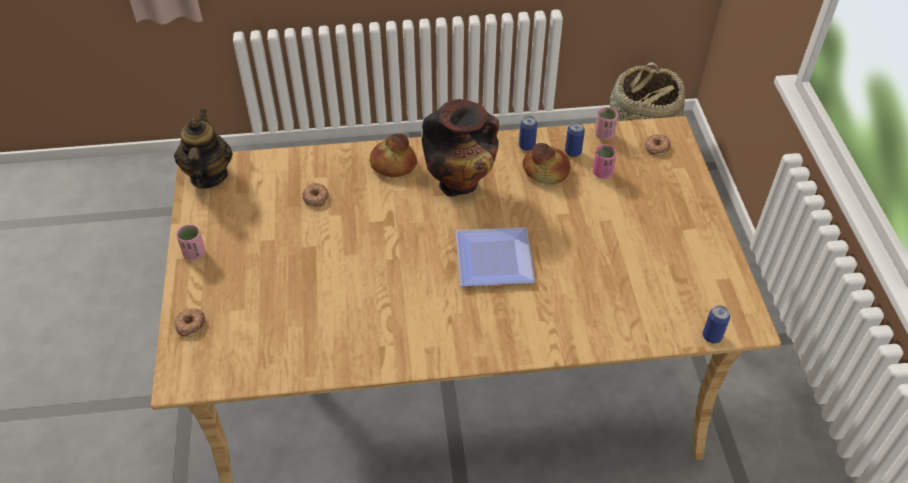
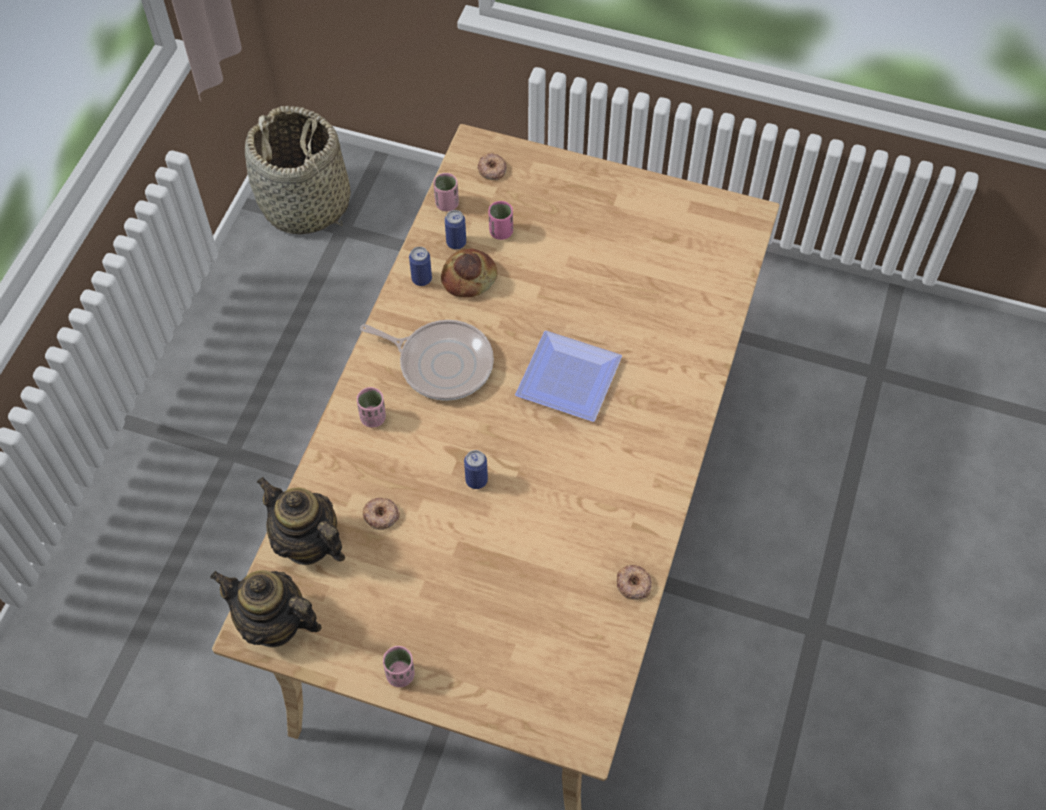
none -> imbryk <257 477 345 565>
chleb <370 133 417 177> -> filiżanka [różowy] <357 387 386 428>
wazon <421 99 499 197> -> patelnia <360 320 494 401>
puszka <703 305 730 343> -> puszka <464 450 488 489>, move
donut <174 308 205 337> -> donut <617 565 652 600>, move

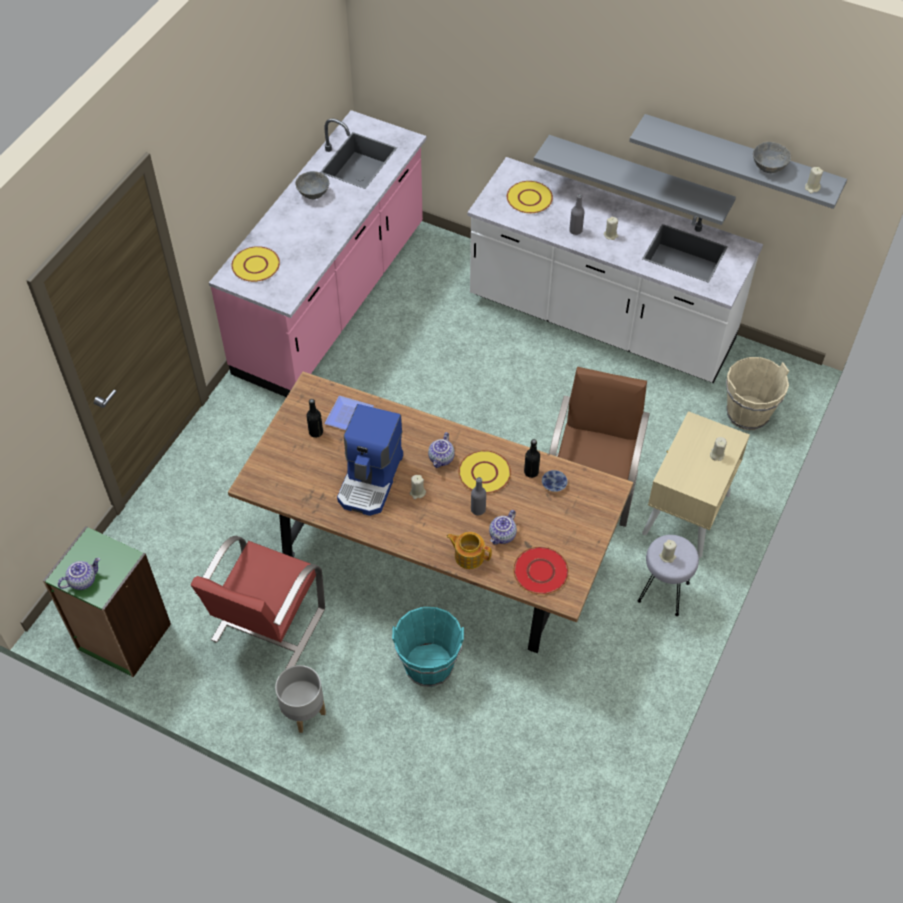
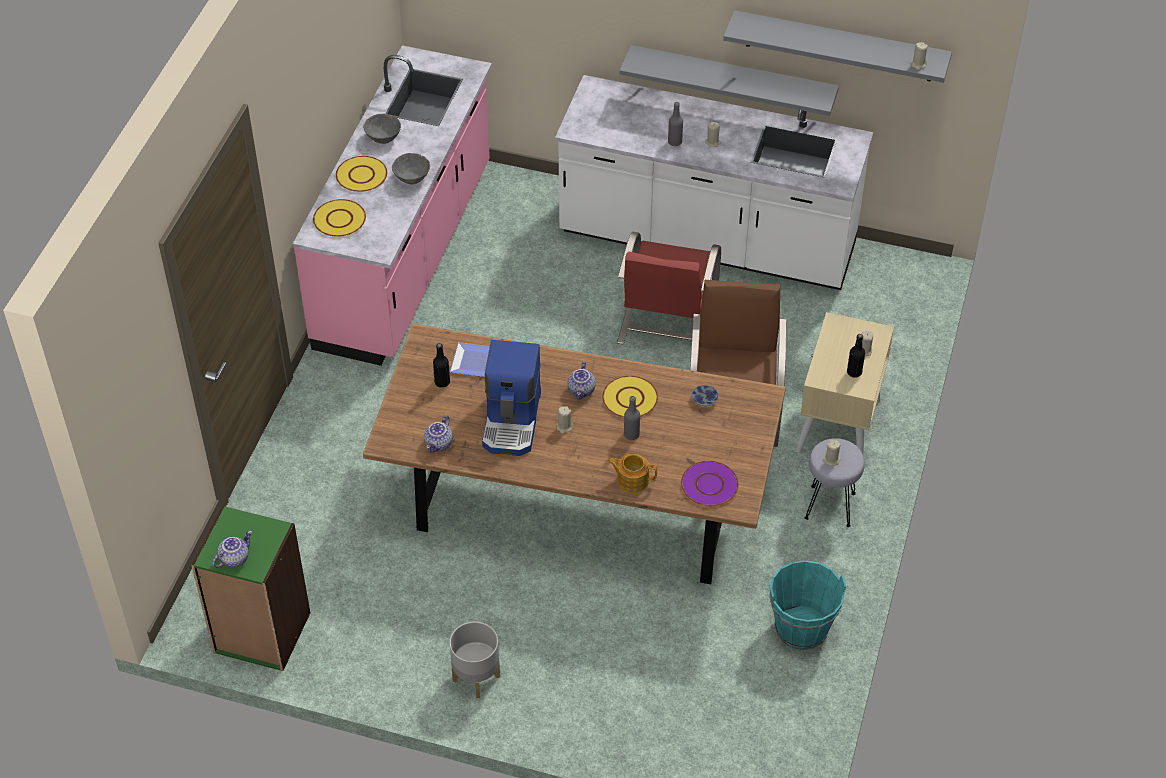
talerz [żółty] <507 181 553 213> -> talerz [żółty] <336 156 387 192>, move
miska [szary] <753 142 791 173> -> miska [szary] <392 153 430 184>, move
imbryk <489 510 517 545> -> imbryk <424 415 453 453>, move
krzesło [czerwony] <191 536 325 669> -> krzesło [czerwony] <617 231 721 344>, move
talerz [czerwony] <513 547 569 595> -> talerz [fioletowy] <681 461 739 506>
wiadro [turkusowy] <392 607 464 687> -> wiadro [turkusowy] <769 560 847 650>, move
butelka [czarny] <524 439 540 478> -> butelka [czarny] <847 334 865 378>, move
wiadro [beżowy] <726 357 789 430> -> none

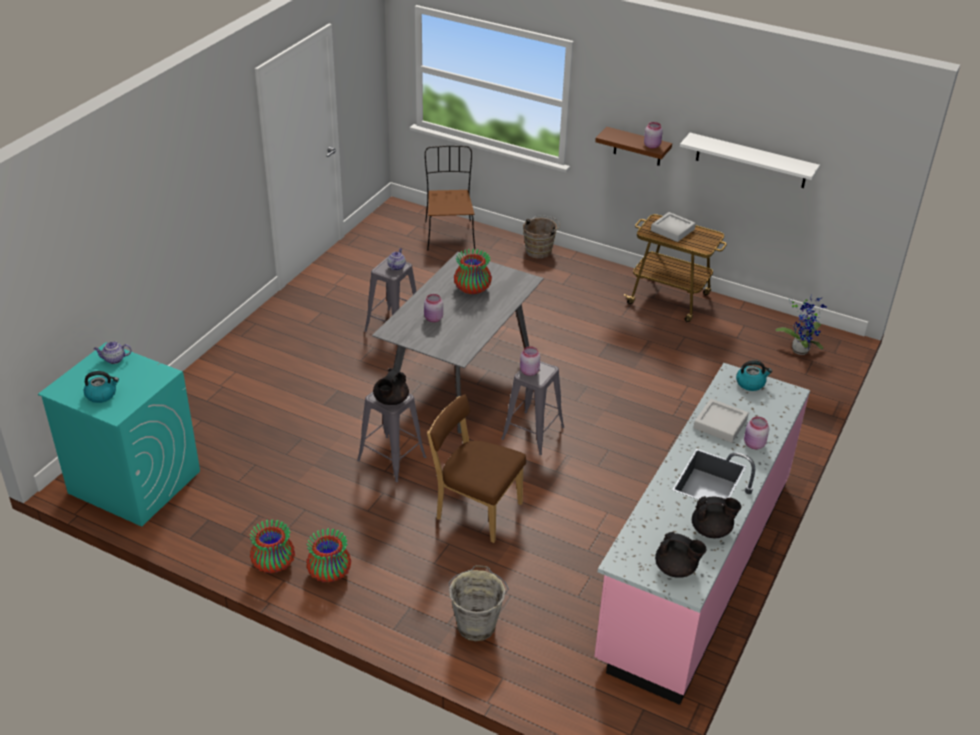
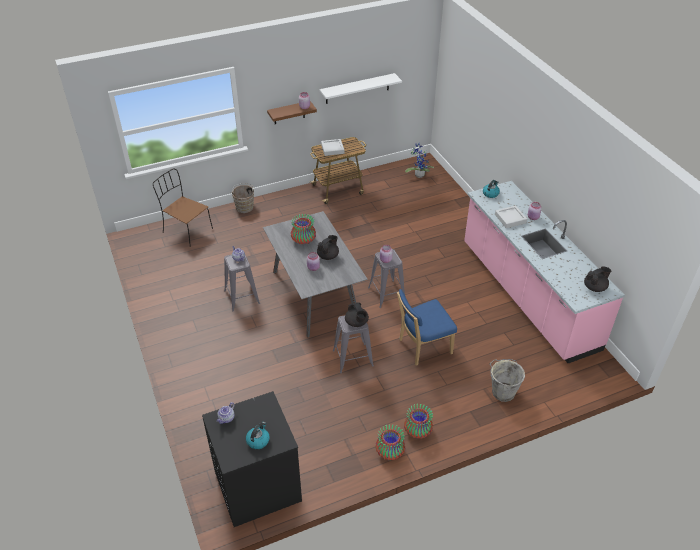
pralka [turkusowy] <38 342 200 527> -> pralka [czarny] <202 391 302 527>
imbryk [czarny] <692 496 741 538> -> imbryk [czarny] <317 235 339 260>, move
krzesło [brązowy] <427 394 526 543> -> krzesło [niebieski] <397 289 457 366>

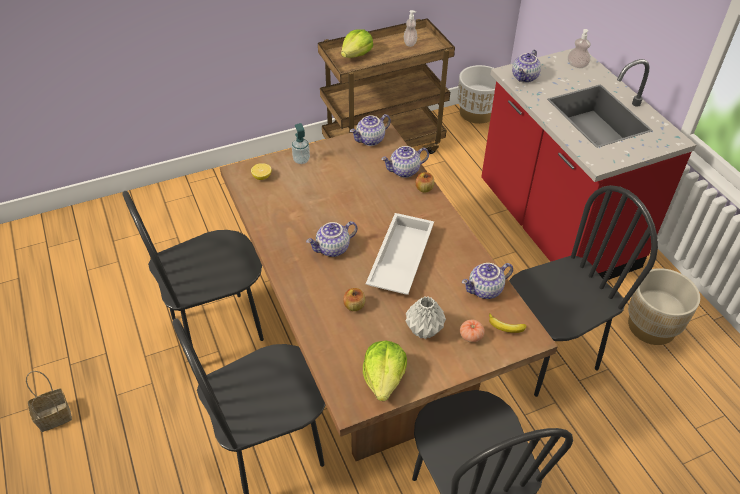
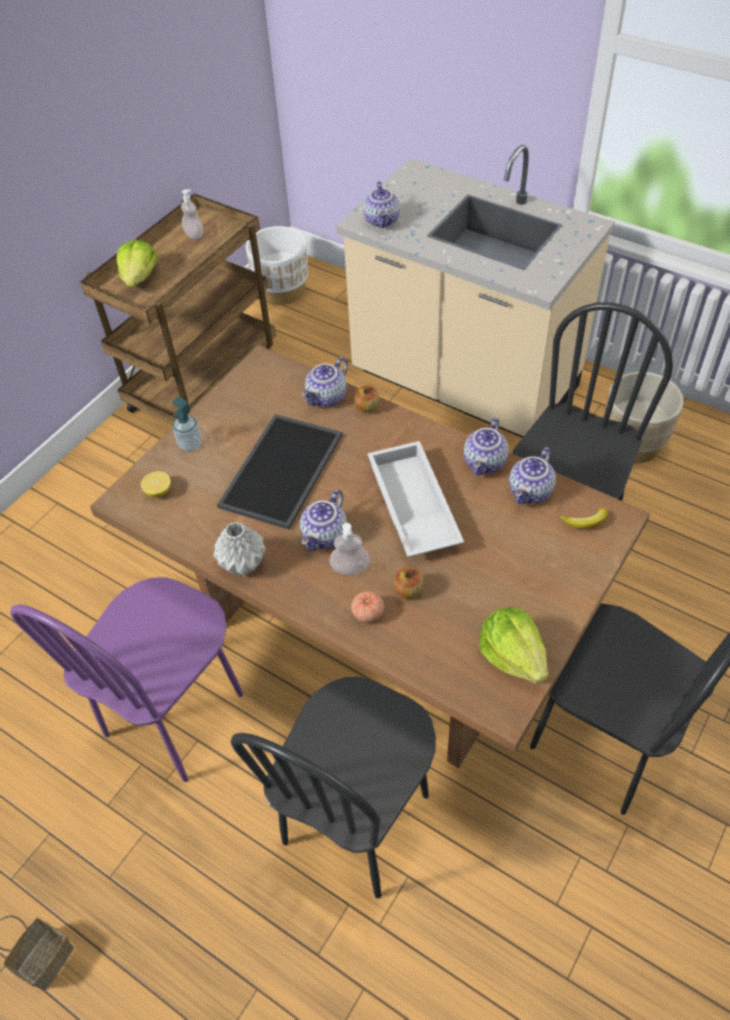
krzesło [czarny] <122 191 264 346> -> krzesło [fioletowy] <10 577 243 782>
wazon [szary] <406 296 446 339> -> wazon [szary] <213 522 266 576>, move
none -> taca <217 414 343 529>
dozownik mydła <568 29 591 68> -> dozownik mydła <330 523 370 575>, move
zabudowa kuchenna [czerwony] <481 48 696 280> -> zabudowa kuchenna [beżowy] <336 145 615 438>
pomidor <460 320 485 343> -> pomidor <351 591 384 623>, move
imbryk <350 114 391 146> -> imbryk <464 418 509 475>, move

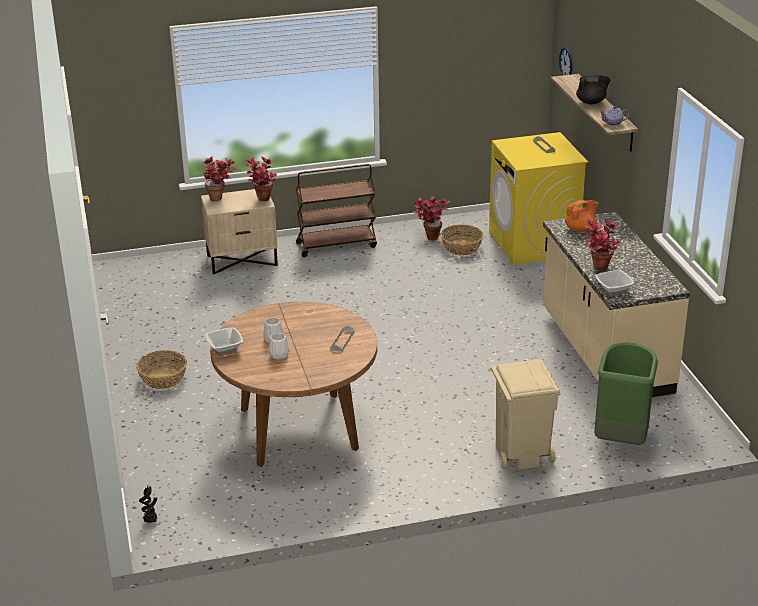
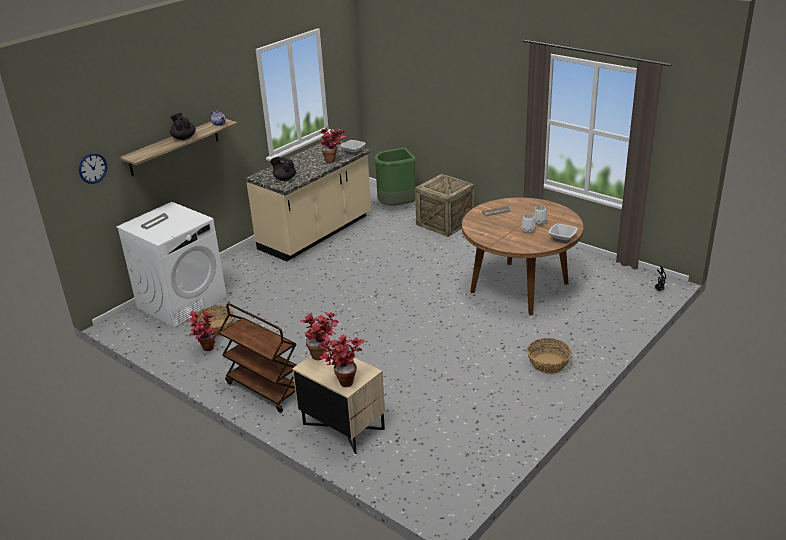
pralka [żółty] <489 132 588 265> -> pralka [biały] <116 202 227 328>
imbryk [pomarańczowy] <565 200 599 232> -> imbryk [czarny] <270 157 296 181>
kosz na śmieci [beżowy] <490 359 560 469> -> skrzynka <415 174 474 237>

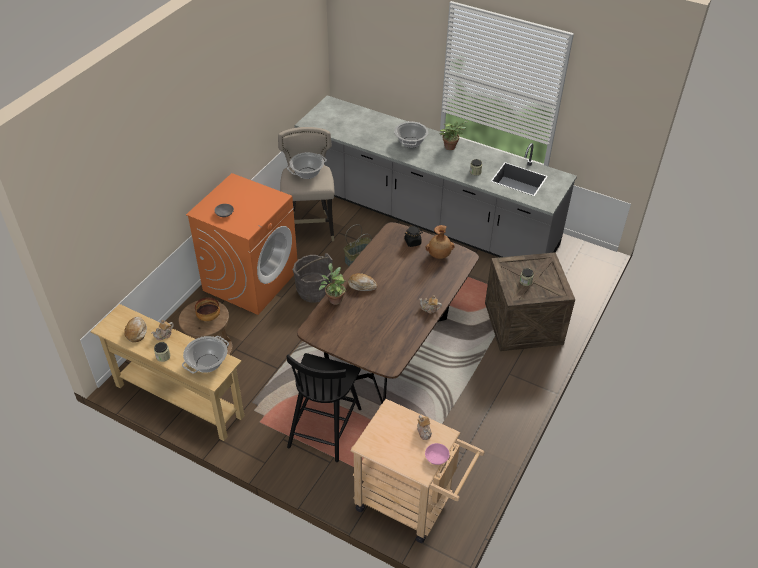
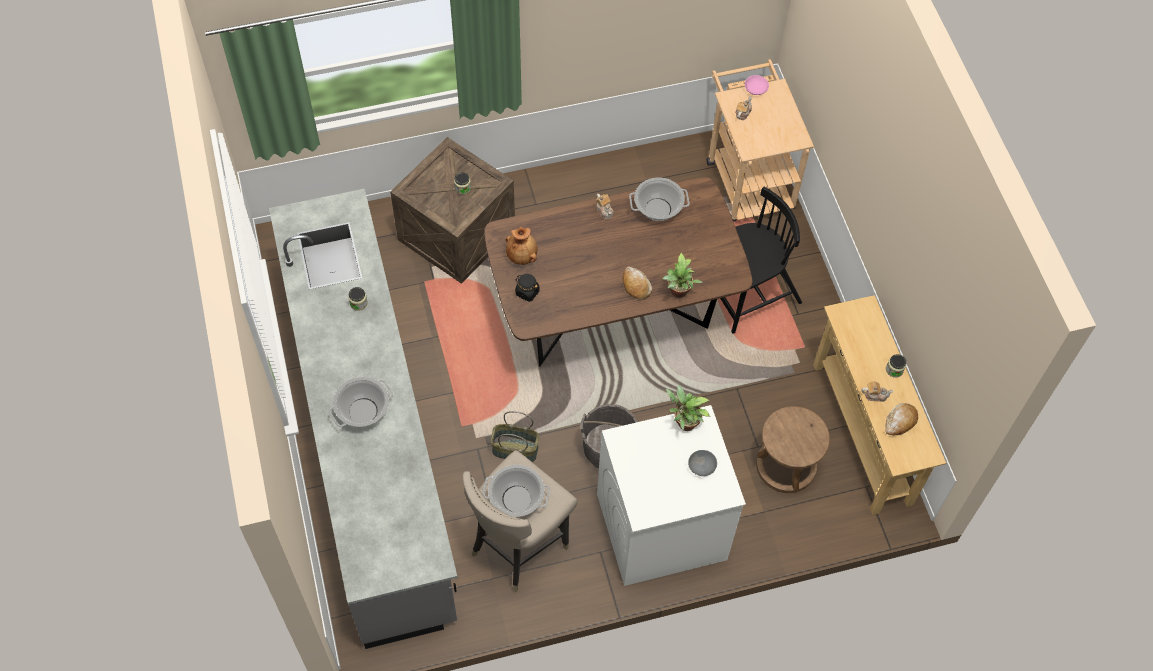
pralka [pomarańczowy] <186 173 297 315> -> pralka [biały] <597 405 746 586>
garnek <182 336 229 373> -> garnek <629 177 689 221>, move
roślina doniczkowa <440 121 468 150> -> roślina doniczkowa <666 385 710 431>, move
miska <195 297 220 321> -> none

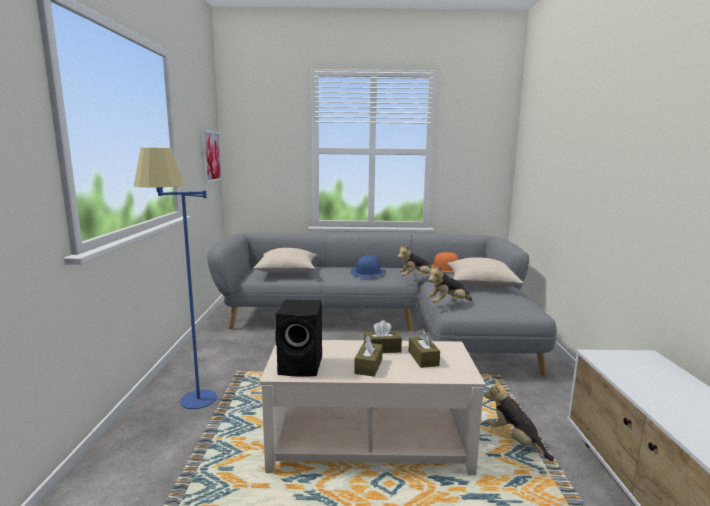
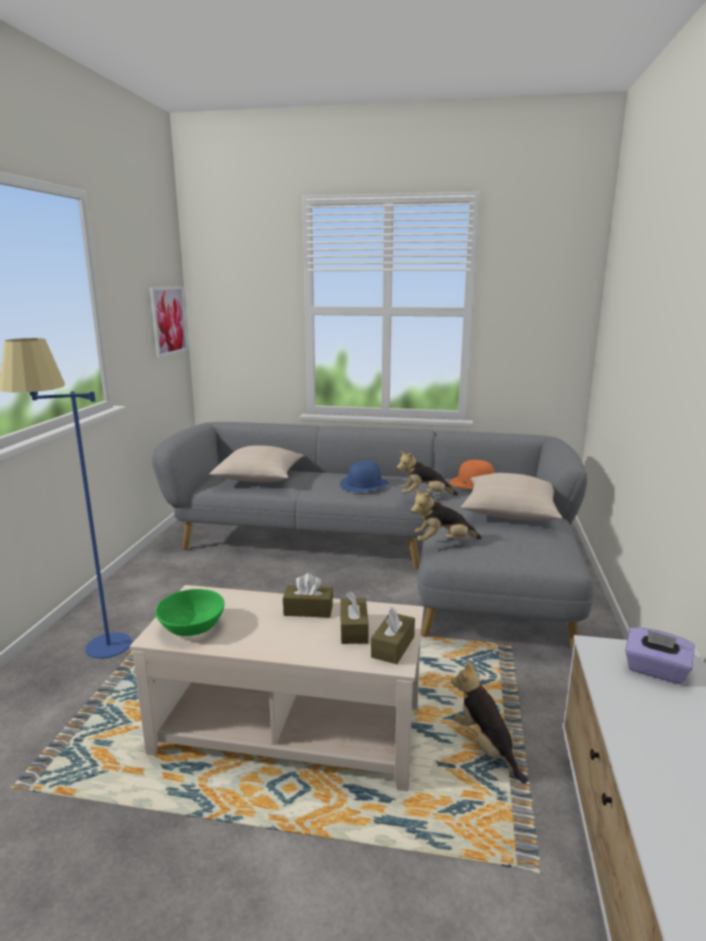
głośnik [czarny] <275 299 322 377> -> miska [zielony] <156 589 225 636>
pudełko chusteczek [brązowy] <354 336 383 377> -> pudełko chusteczek [brązowy] <371 607 415 664>, move
none -> pudełko chusteczek [fioletowy] <625 627 695 684>

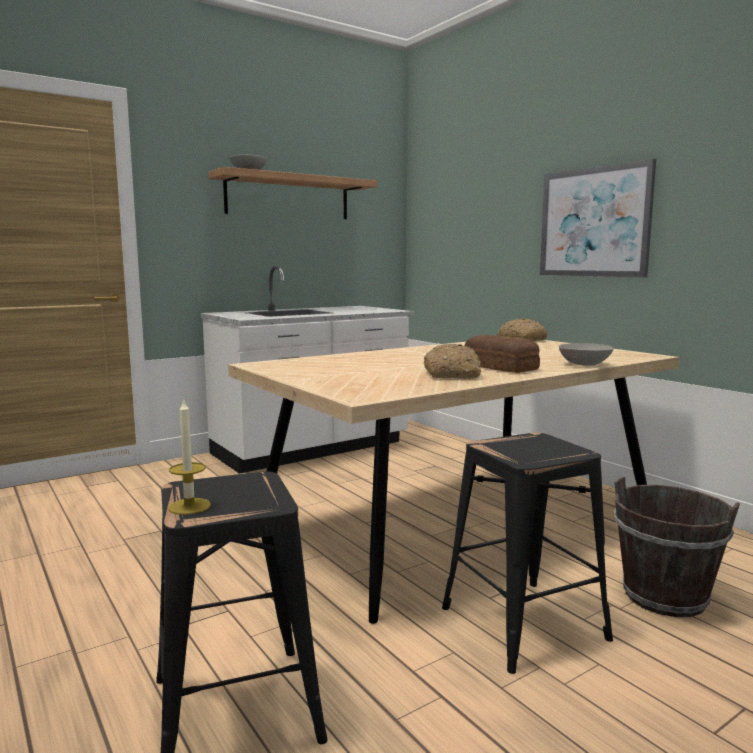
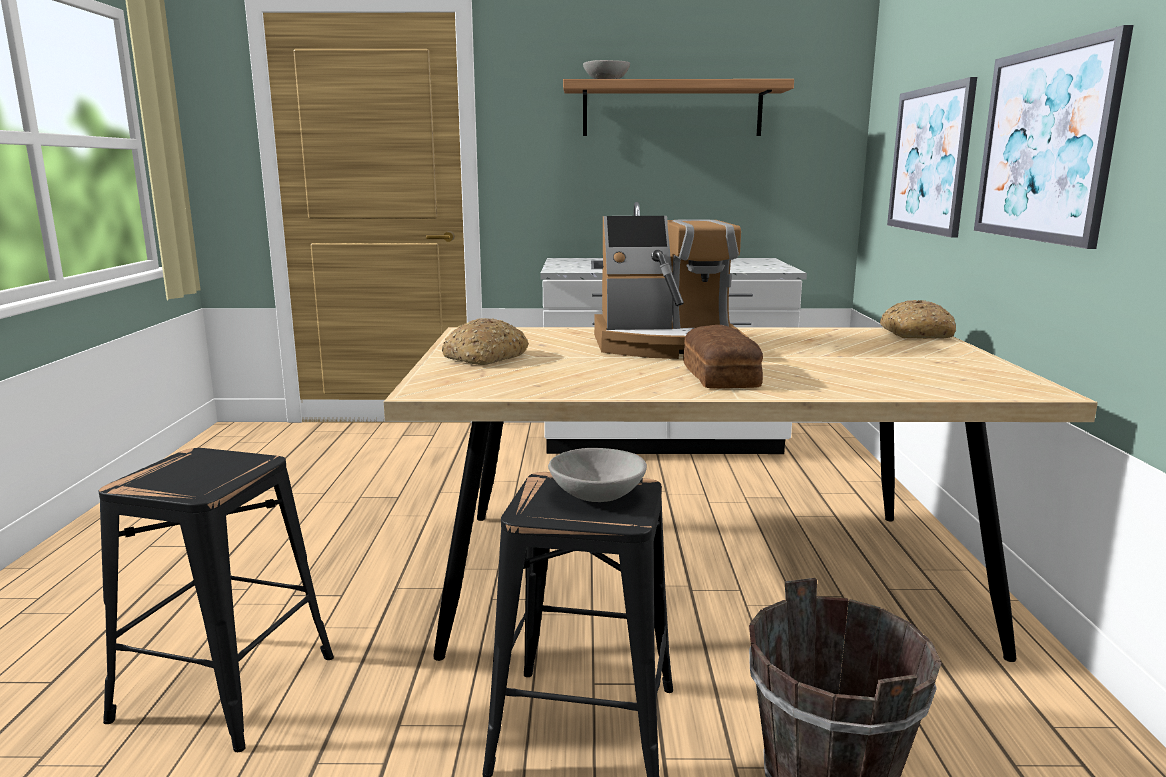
chleb <424 344 481 379> -> chleb <442 318 529 365>, move
miska [szary] <559 343 614 366> -> miska [szary] <548 448 647 502>, move
none -> ekspres do kawy <594 216 749 359>
none -> obraz <887 77 977 238>
świeca <168 398 211 515> -> none

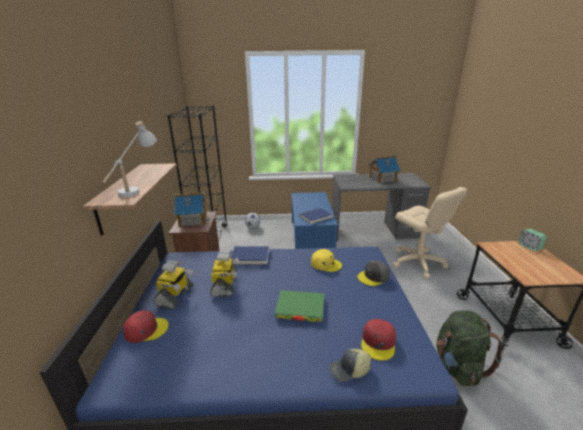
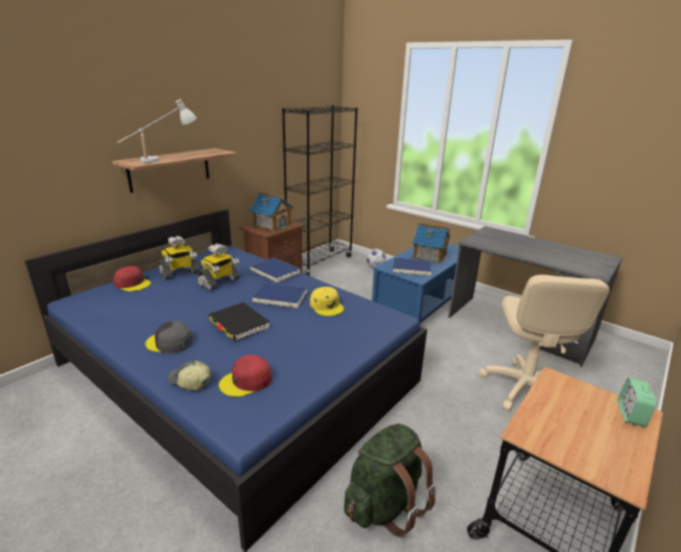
czapka z daszkiem [szary] <358 260 390 286> -> czapka z daszkiem [szary] <145 321 193 354>, move
książka [zielony] <275 290 324 322> -> książka [czarny] <208 302 270 341>
none -> książka [niebieski] <252 282 307 308>
domek <368 155 400 184> -> domek <412 222 450 263>, move

